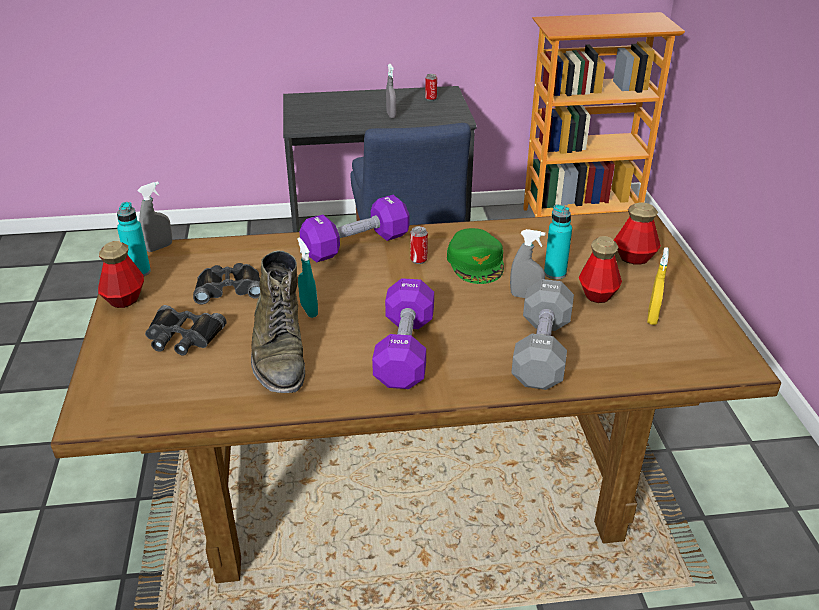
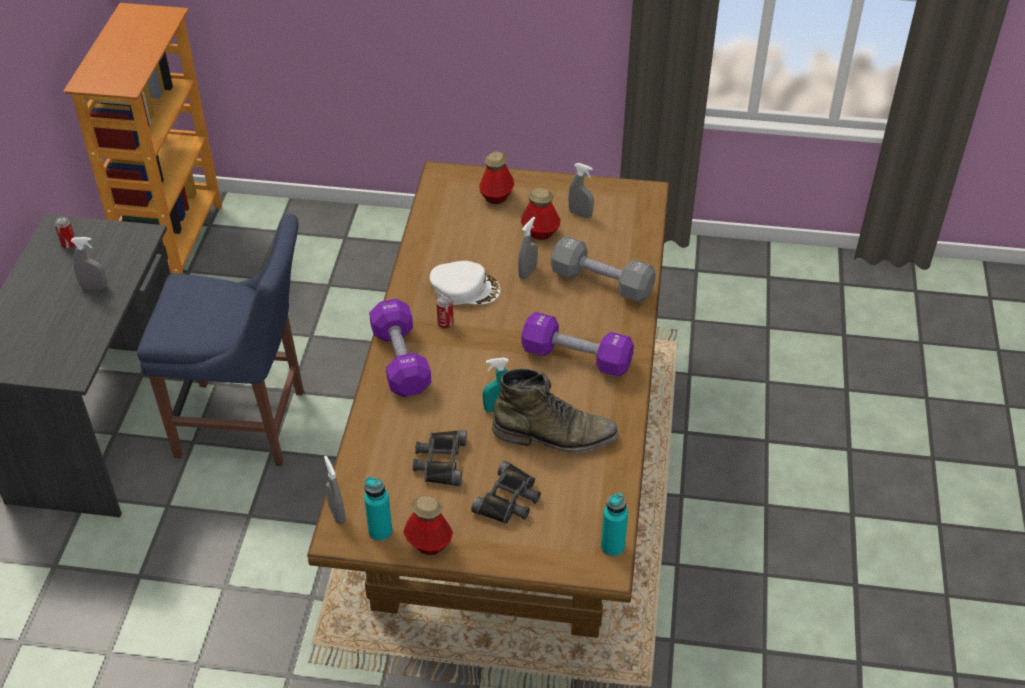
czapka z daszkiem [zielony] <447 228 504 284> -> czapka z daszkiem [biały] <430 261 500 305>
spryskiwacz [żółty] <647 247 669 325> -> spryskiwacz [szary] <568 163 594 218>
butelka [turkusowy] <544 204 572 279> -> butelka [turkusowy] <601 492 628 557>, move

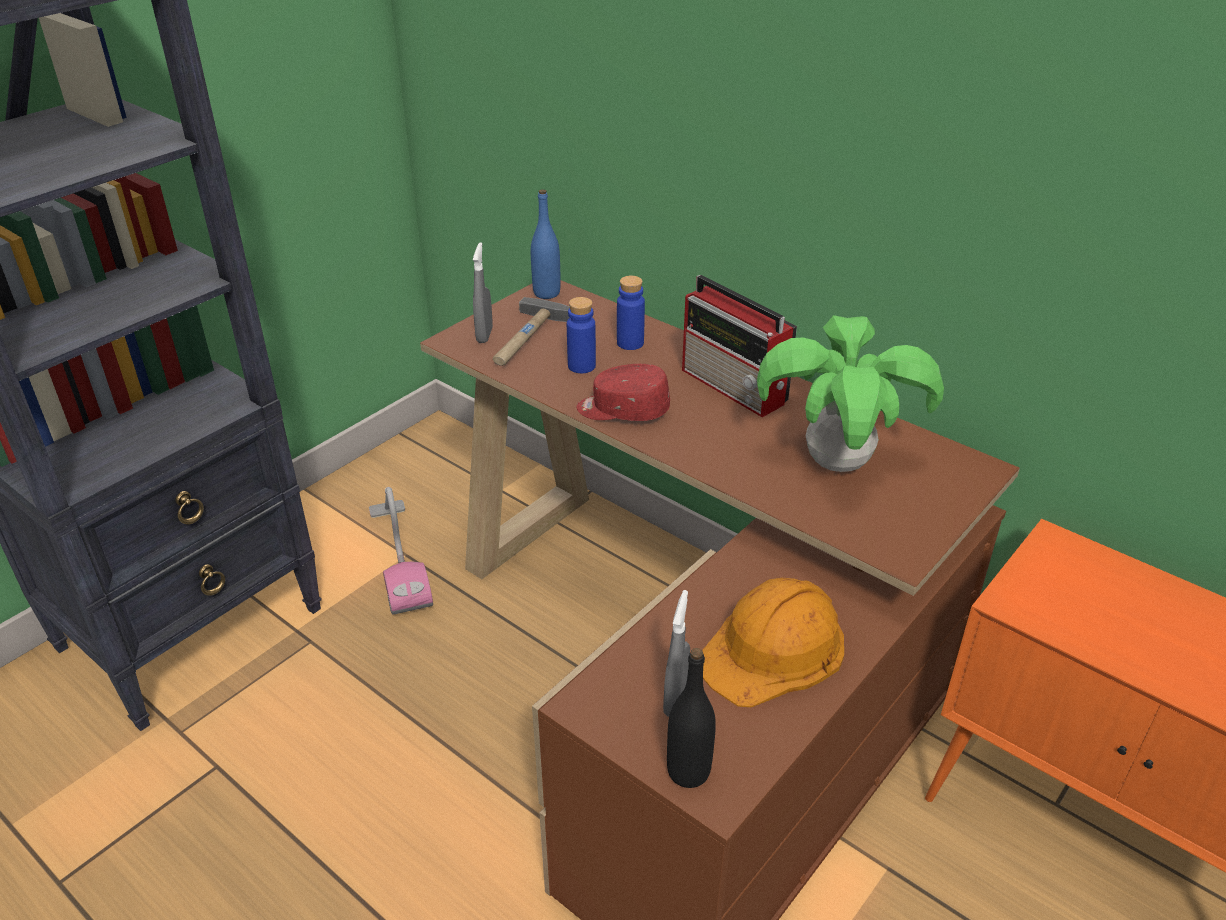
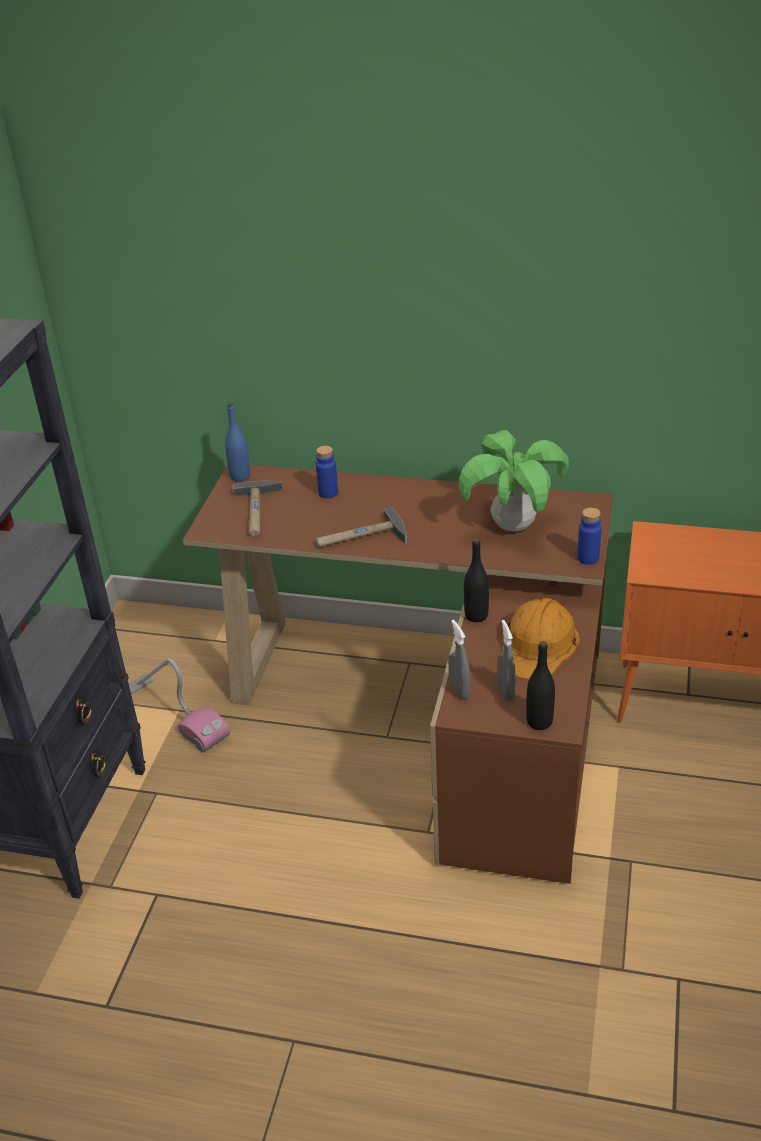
czapka z daszkiem [czerwony] <577 364 670 421> -> młotek <316 507 407 547>
spryskiwacz [szary] <473 242 493 343> -> spryskiwacz [szary] <448 620 470 699>, move
none -> butelka [czarny] <464 538 489 622>
butelka [niebieski] <567 297 596 373> -> butelka [niebieski] <577 508 602 565>, move
radio <682 275 797 417> -> none

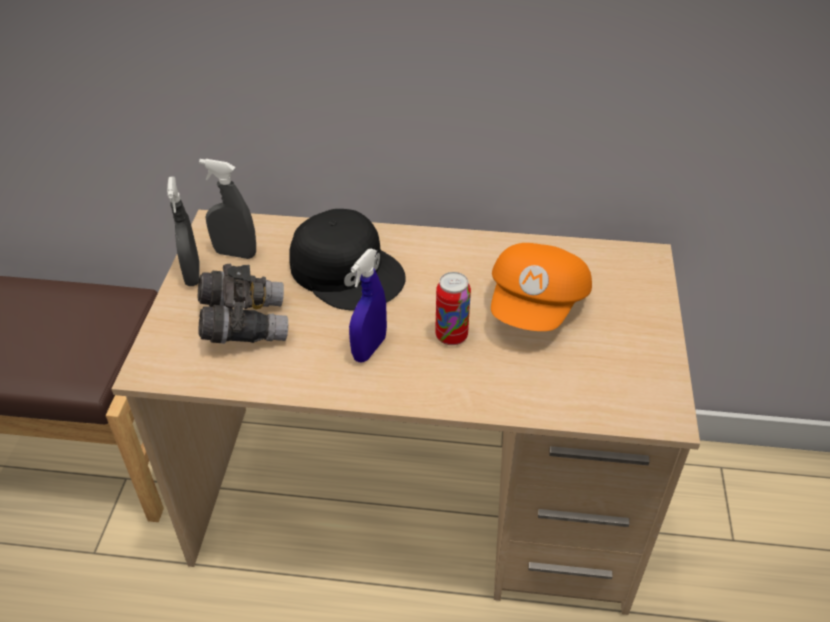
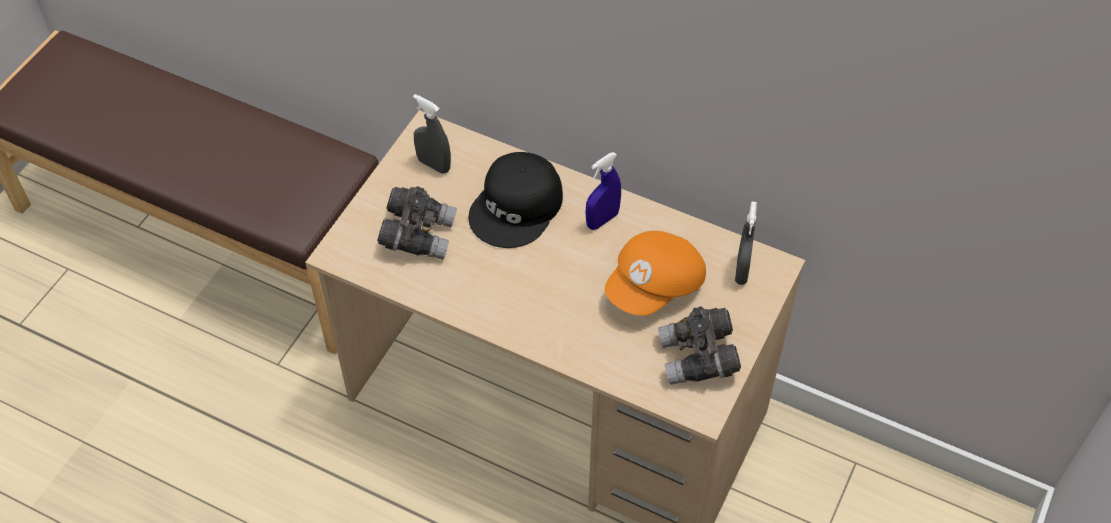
czapka z daszkiem [czarny] <289 209 406 310> -> czapka z daszkiem [czarny] <469 152 563 248>, 60 degrees clockwise
spryskiwacz [niebieski] <349 249 387 363> -> spryskiwacz [niebieski] <586 152 621 230>, move
none -> lornetka [szary] <658 306 741 385>
spryskiwacz [szary] <167 177 199 286> -> spryskiwacz [szary] <735 201 757 285>, move
puszka <435 272 471 345> -> none

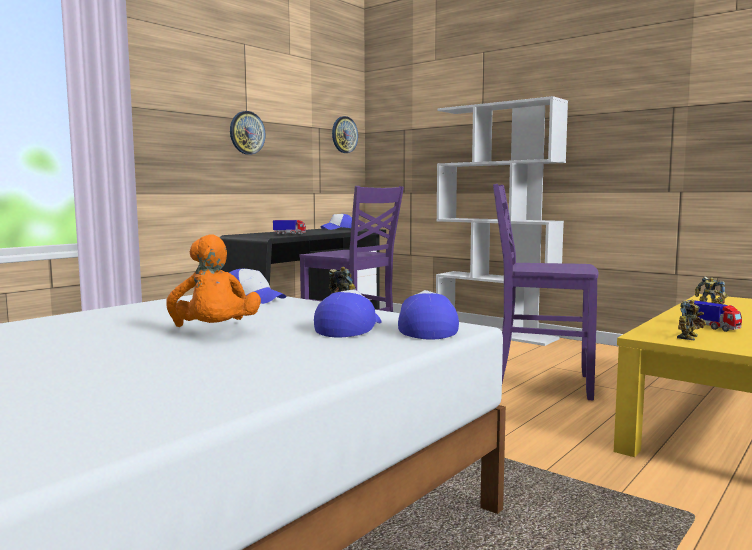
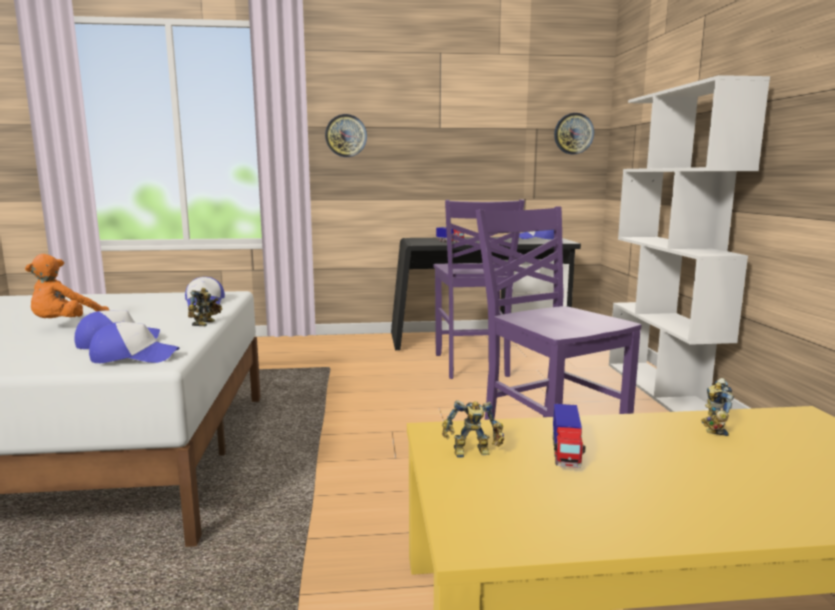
czapka z daszkiem <398 290 459 340> -> czapka z daszkiem <89 322 179 363>, 45 degrees clockwise
zegar ścienny <230 111 266 155> -> zegar ścienny <325 114 367 157>, move

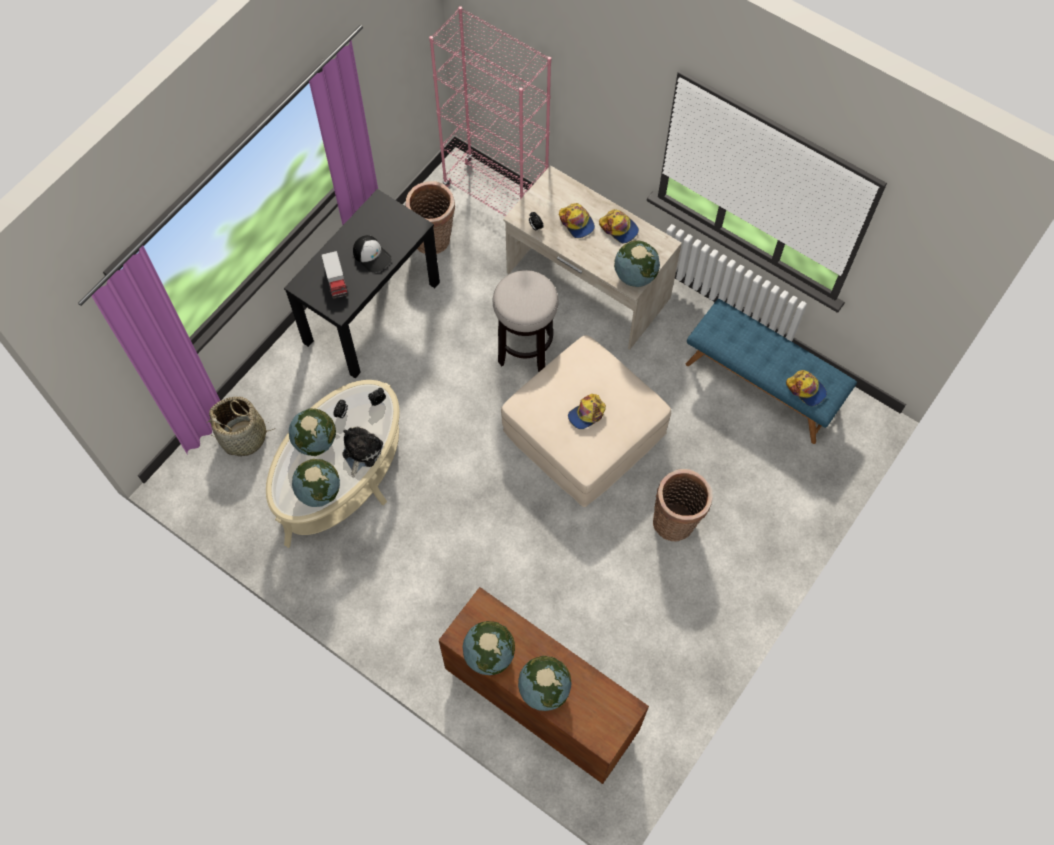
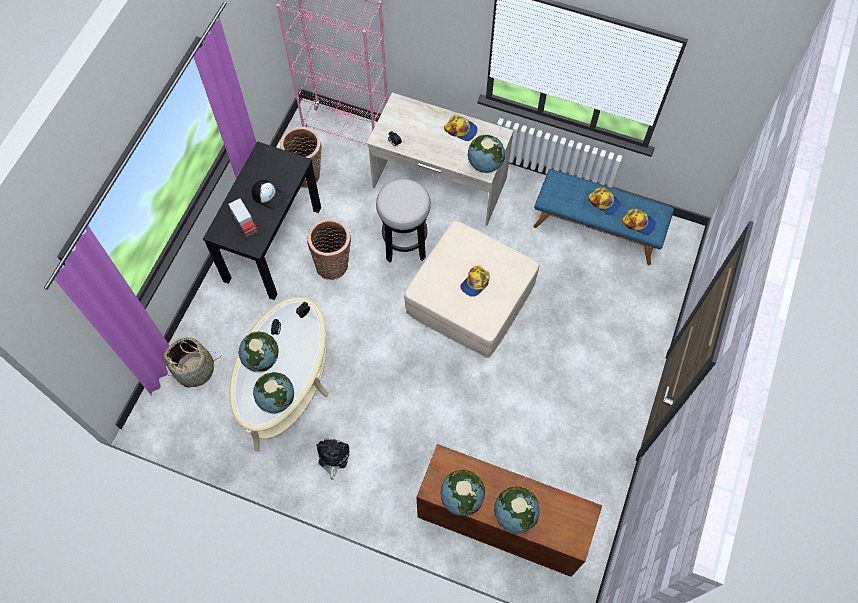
koszyk <653 469 713 541> -> koszyk <307 218 351 280>, move
pluszak <342 426 383 477> -> pluszak <316 438 349 480>, move
czapka z daszkiem <559 203 595 238> -> czapka z daszkiem <588 187 621 215>, move

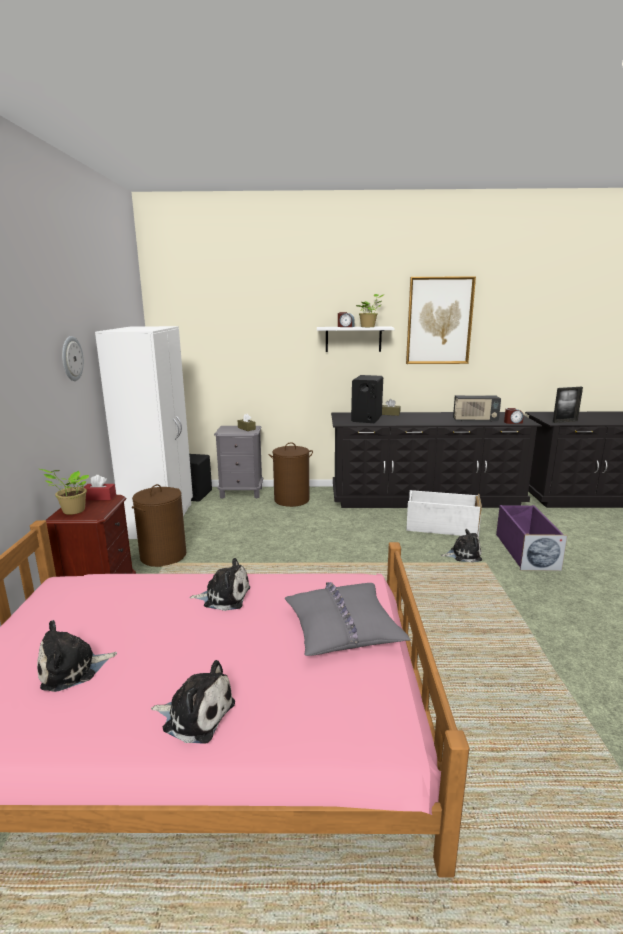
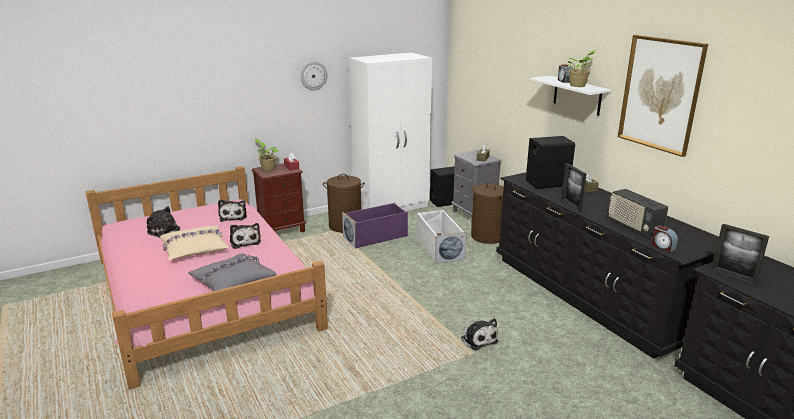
none -> poduszka [beżowy] <160 226 229 260>
pluszak <151 660 235 744> -> pluszak <218 200 247 222>, move
pojemnik do przechowywania [fioletowy] <496 505 568 571> -> pojemnik do przechowywania [fioletowy] <342 203 408 249>, move
pojemnik do przechowywania [biały] <406 490 482 537> -> pojemnik do przechowywania [biały] <417 210 467 264>, move
none -> ramka na zdjęcie <561 164 586 212>

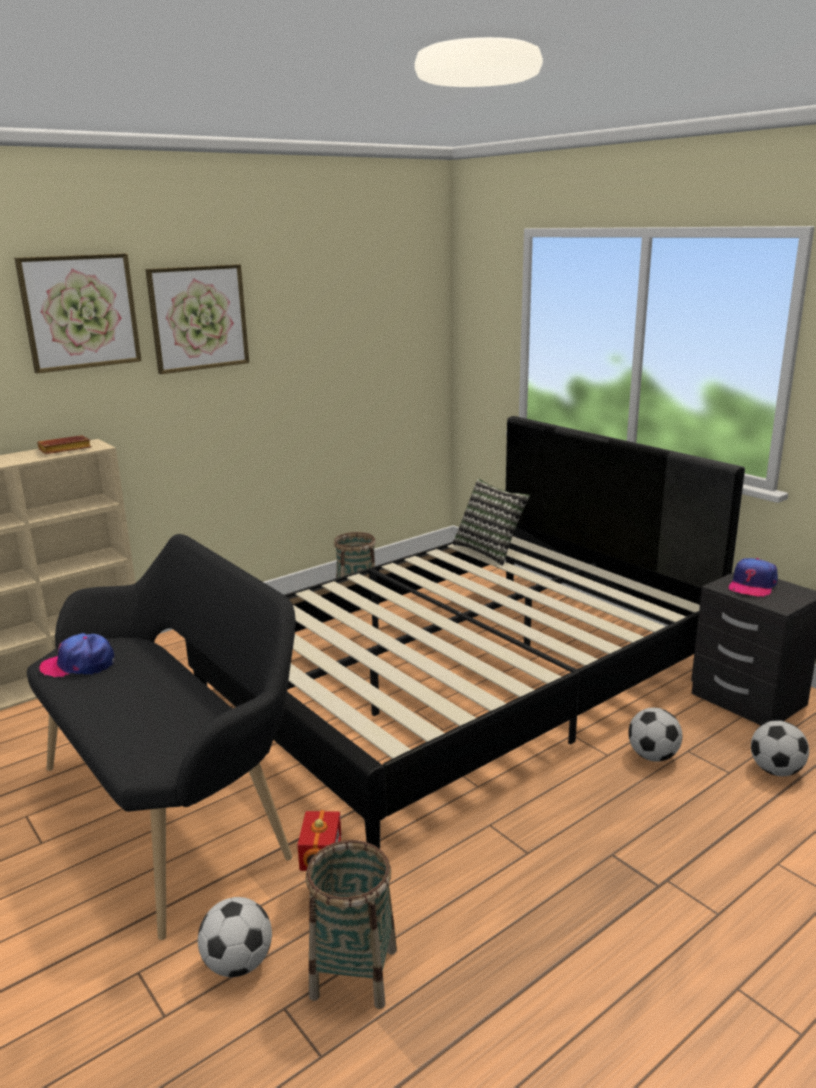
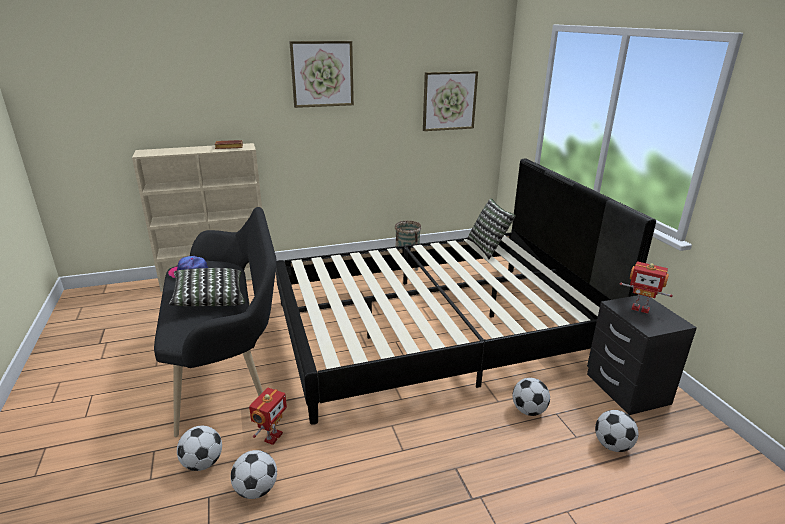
none -> poduszka <169 268 245 306>
koszyk <306 840 397 1009> -> piłka futbolowa <230 450 277 499>
obraz <14 253 142 373> -> obraz <423 71 478 131>, move
czapka z daszkiem <729 558 778 597> -> robot zabawkowy <620 262 673 314>

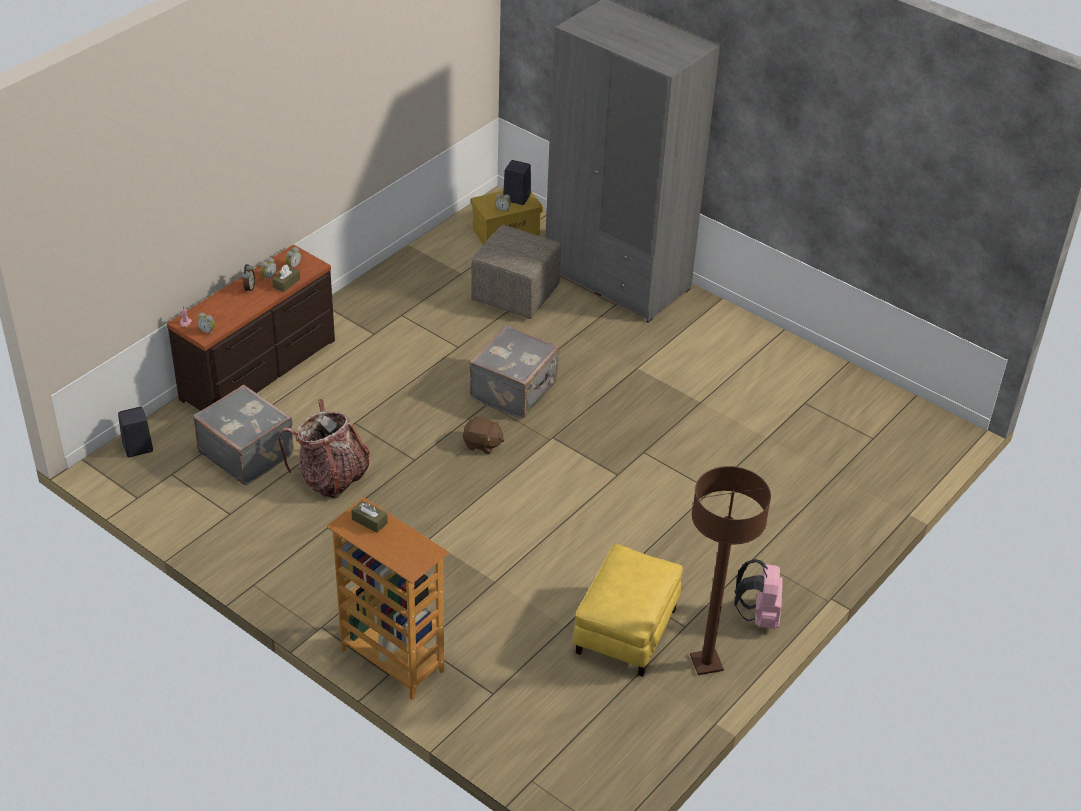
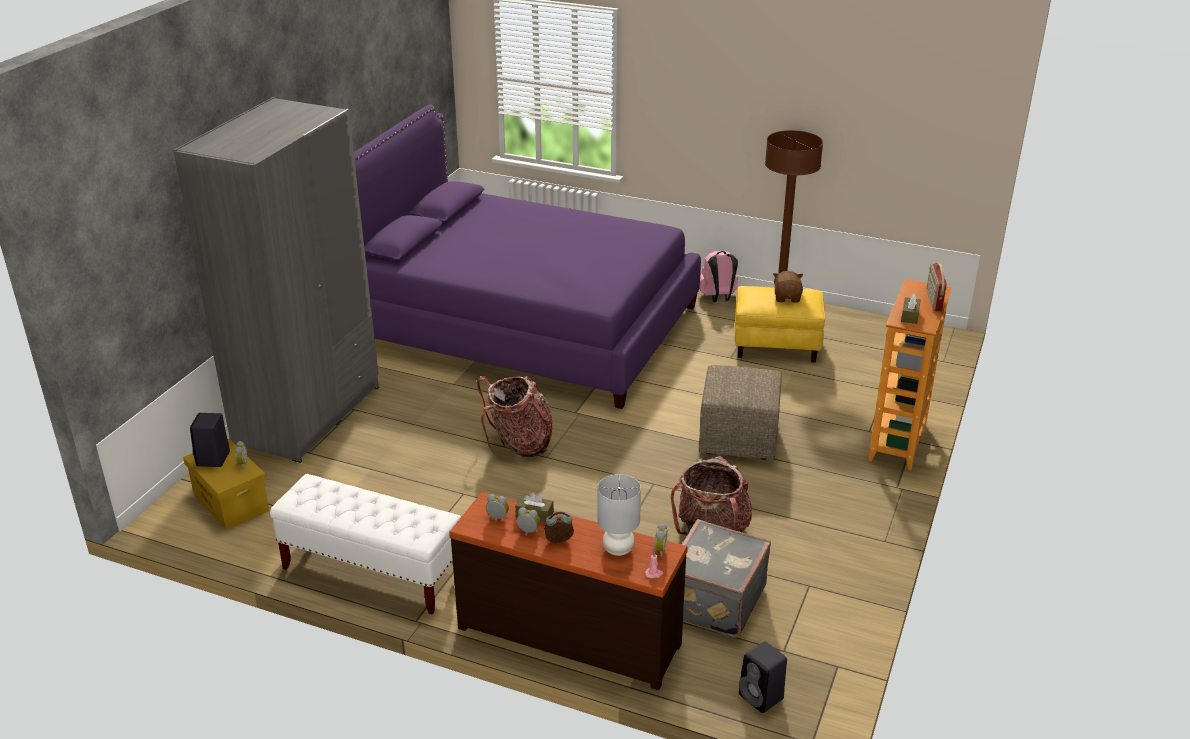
none -> ławka [biały] <270 474 461 615>
none -> łóżko [fioletowy] <354 105 701 409>
walizka [szary] <469 325 559 419> -> plecak <477 376 553 457>
none -> lampa stołowa [szary] <598 474 641 556>
pufa [beżowy] <471 225 561 319> -> pufa [beżowy] <699 365 782 460>, move
pluszak [brązowy] <463 416 505 454> -> pluszak [brązowy] <773 271 803 303>, move
none -> radio <927 263 947 312>

